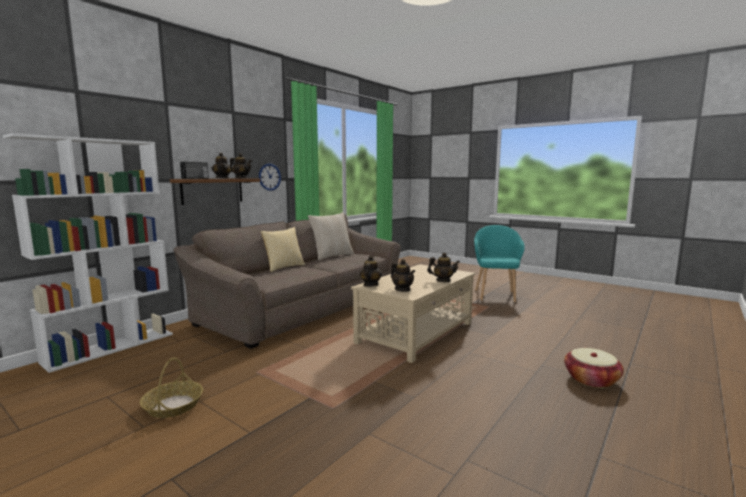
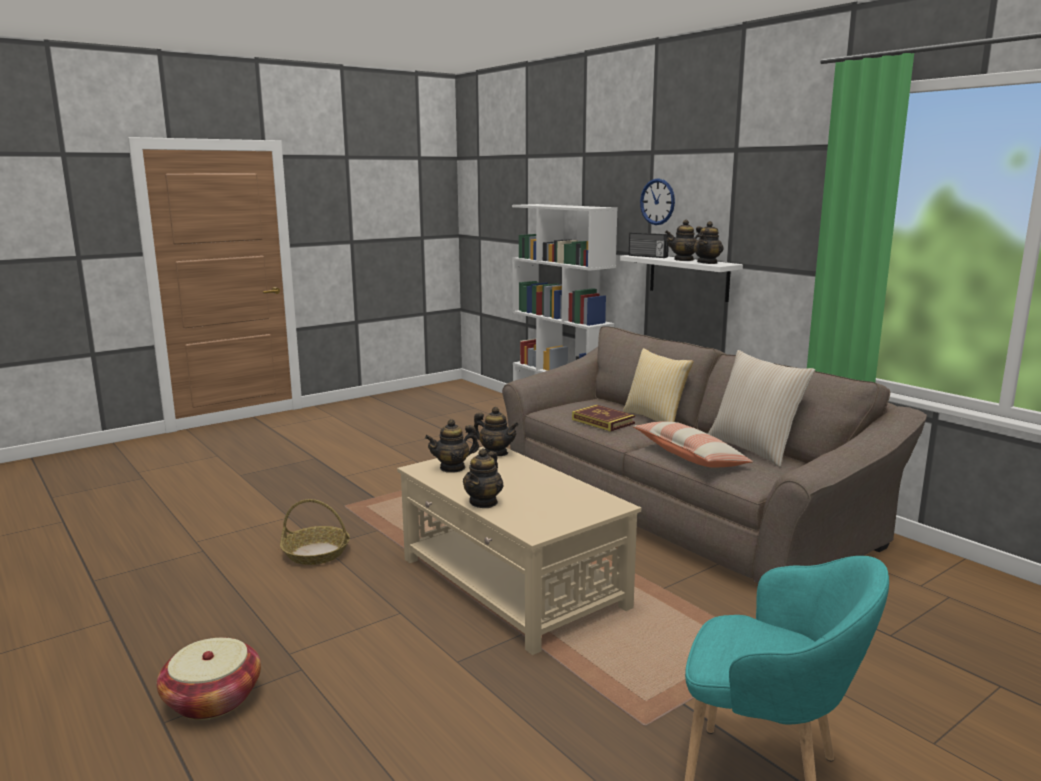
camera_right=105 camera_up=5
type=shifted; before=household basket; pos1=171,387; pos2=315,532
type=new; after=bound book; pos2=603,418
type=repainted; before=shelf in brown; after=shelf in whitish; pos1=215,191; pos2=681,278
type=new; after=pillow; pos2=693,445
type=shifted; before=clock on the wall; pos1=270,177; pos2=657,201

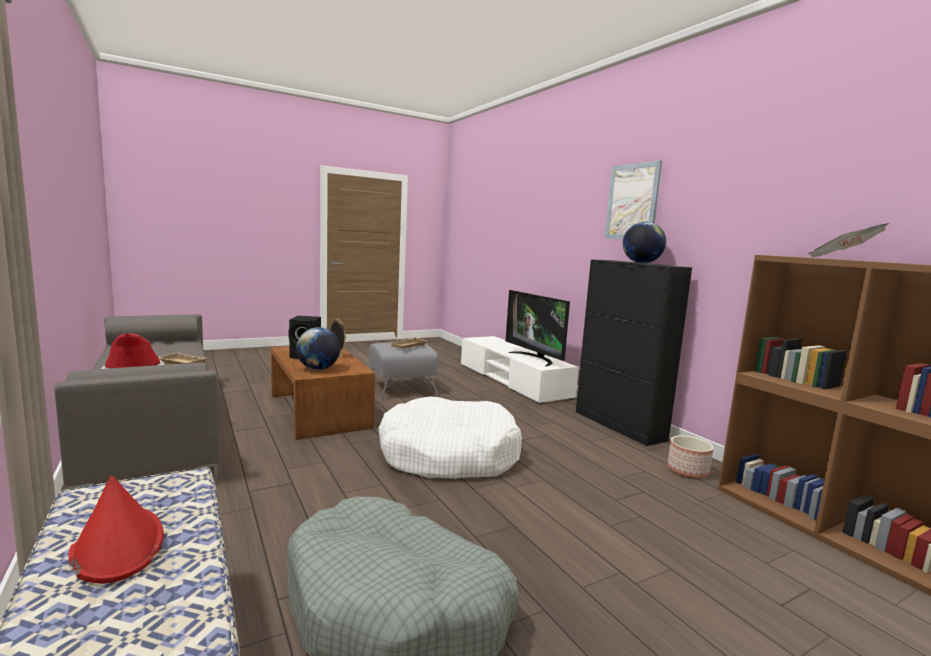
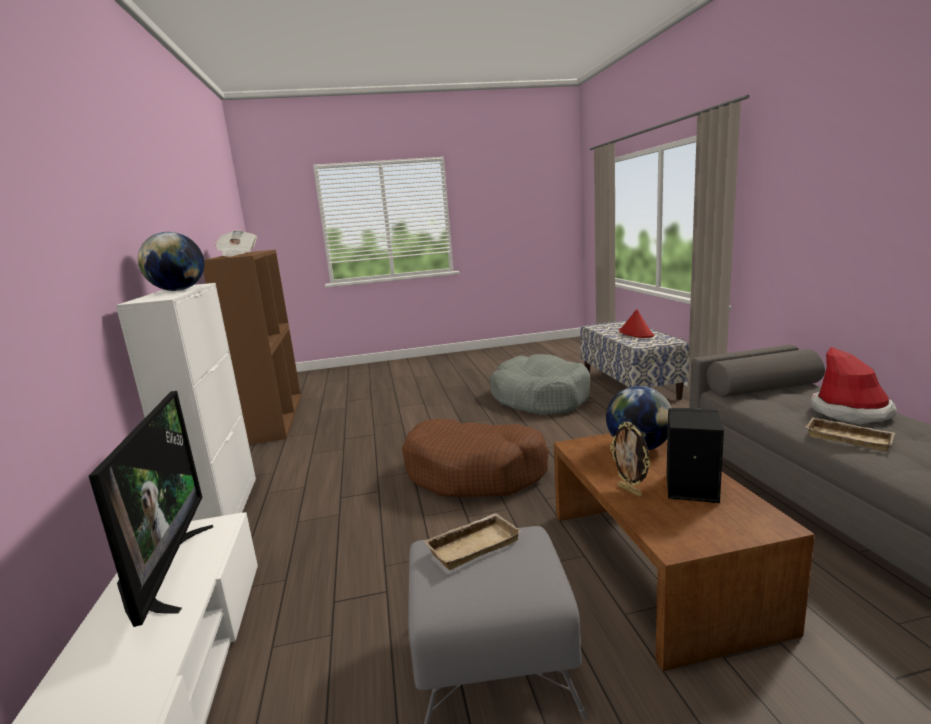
camera_right=-160 camera_up=5
type=repainted; before=cabinet in black-coloured; after=cabinet in whitish; pos1=634,352; pos2=186,402
type=repainted; before=dog cushion in whitish; after=dog cushion in brown; pos1=450,437; pos2=475,458
type=gone; before=wall art; pos1=633,199
type=gone; before=flower pot; pos1=690,457

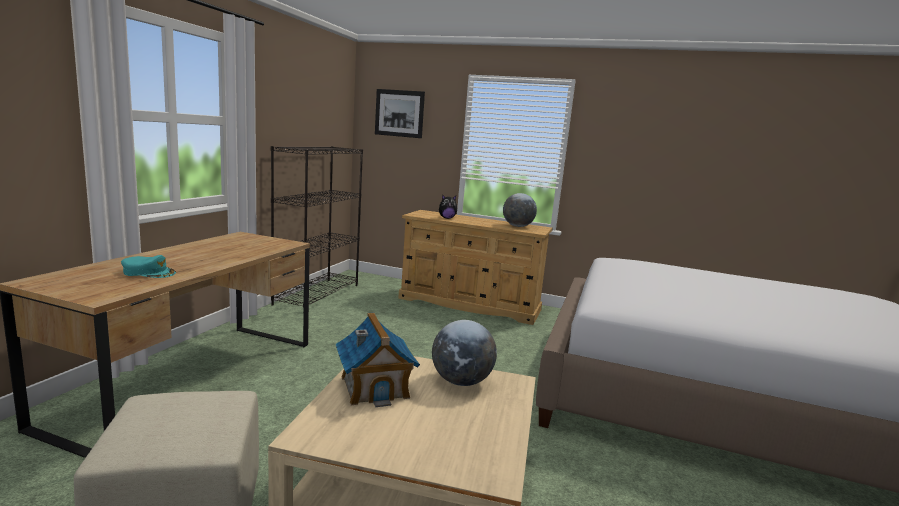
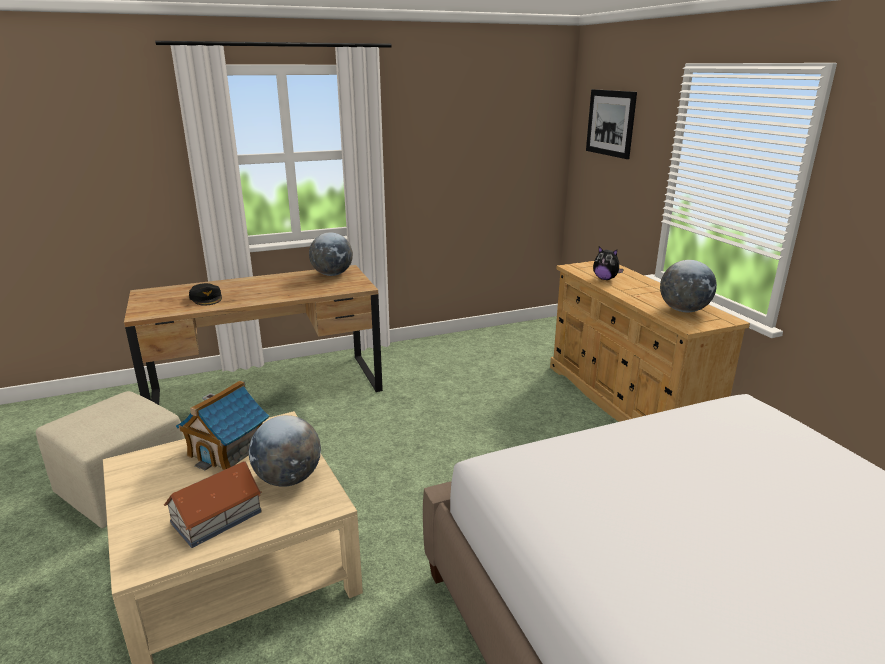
camera_right=50 camera_up=10
type=new; after=miniature house; pos2=213,504
type=repainted; before=baseball cap in blue-green; after=baseball cap in black-coloured; pos1=148,266; pos2=205,294
type=new; after=globe; pos2=331,254
type=gone; before=bookcase in black-coloured; pos1=317,229

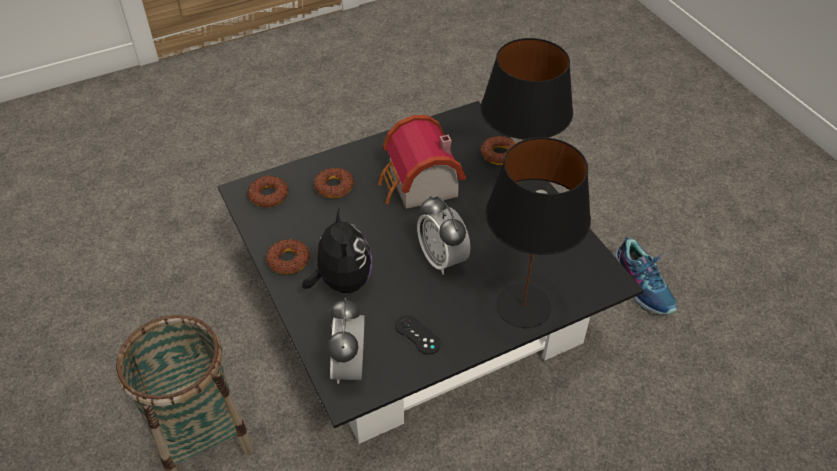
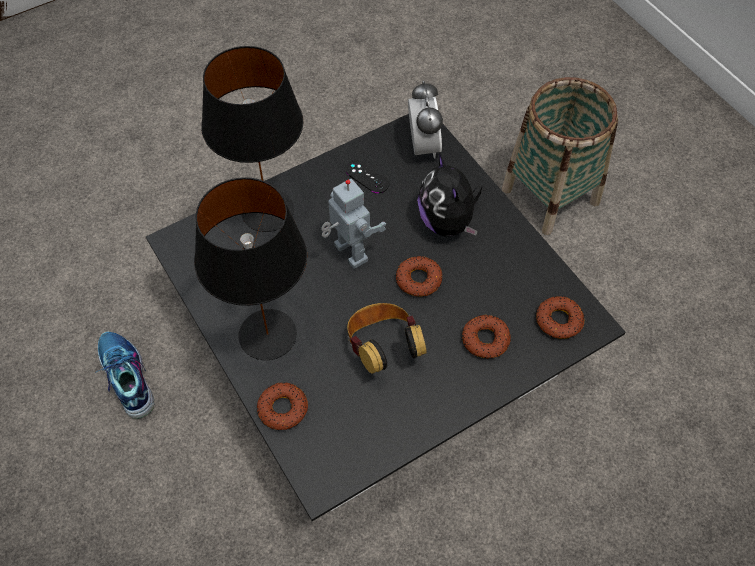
camera_right=175 camera_up=10
type=swapped; before=alarm clock; after=robot figure; pos1=443,235; pos2=353,224
type=swapped; before=miniature house; after=headphones; pos1=422,162; pos2=387,338
type=shifted; before=doughnut; pos1=288,256; pos2=419,276

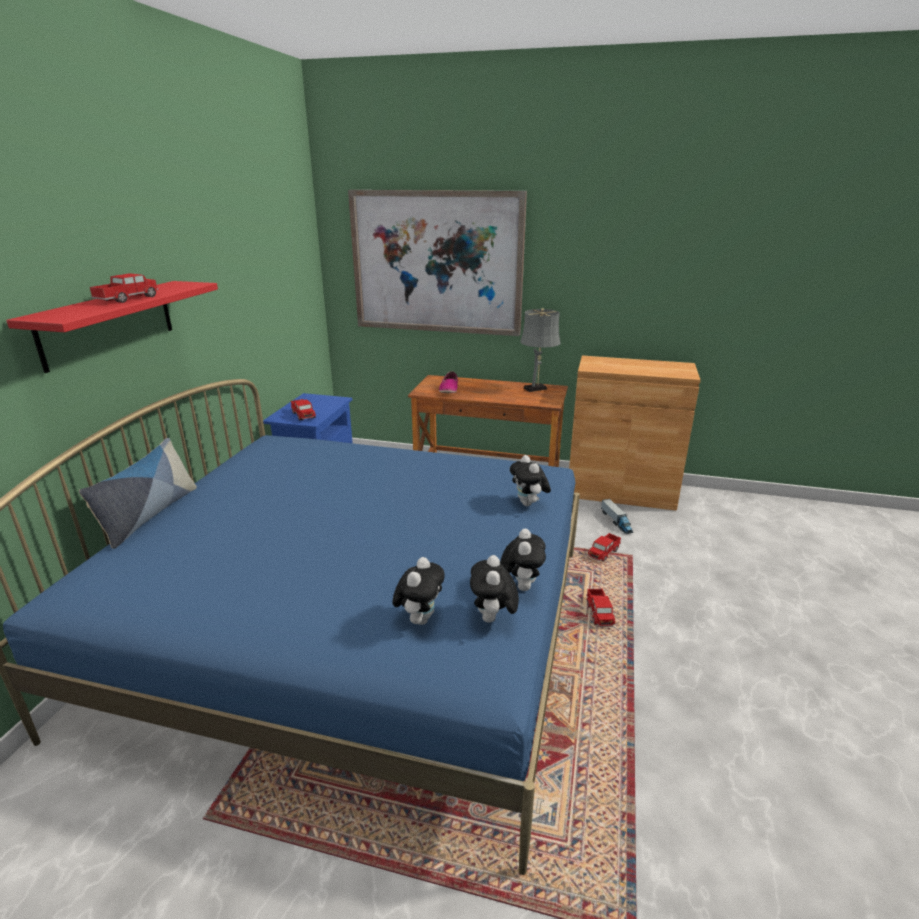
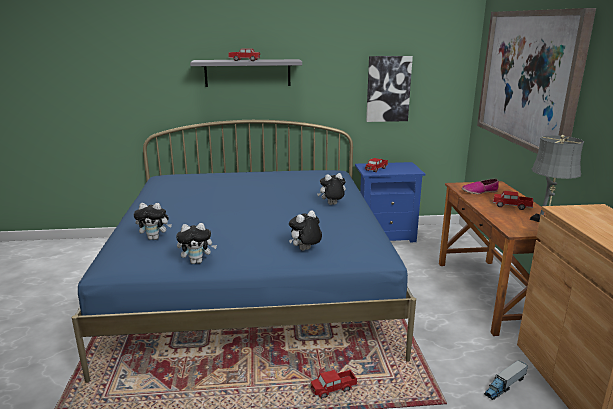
camera_right=70 camera_up=-5
type=repainted; before=shelf in red-coloured; after=shelf in gray; pos1=112,327; pos2=246,73
type=shifted; before=cuddly toy; pos1=494,589; pos2=331,189
type=new; after=wall art; pos2=389,89
type=shifted; before=model truck; pos1=604,547; pos2=513,200
type=gone; before=pillow; pos1=138,493

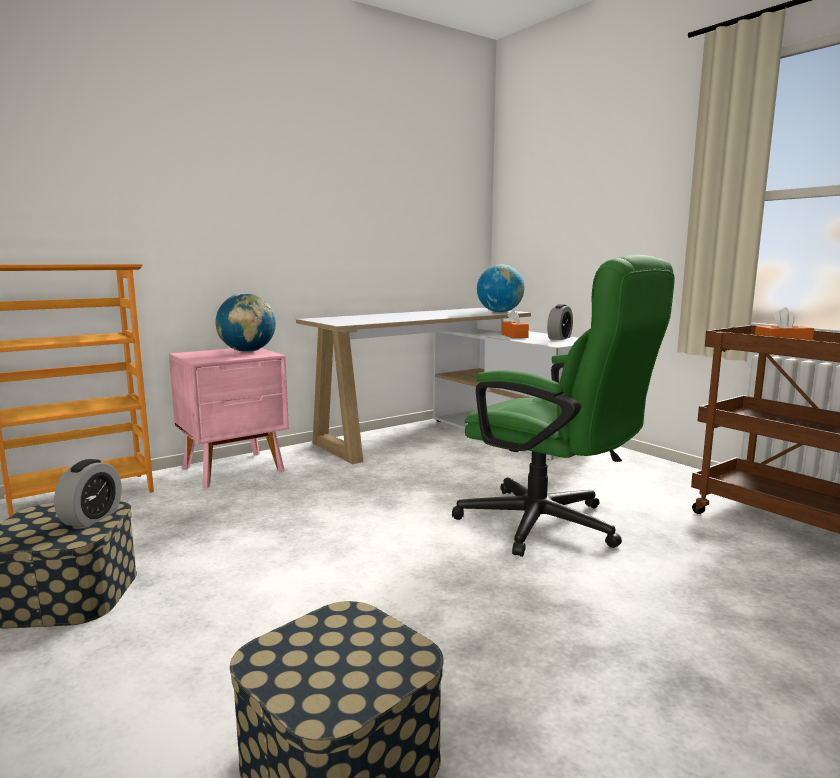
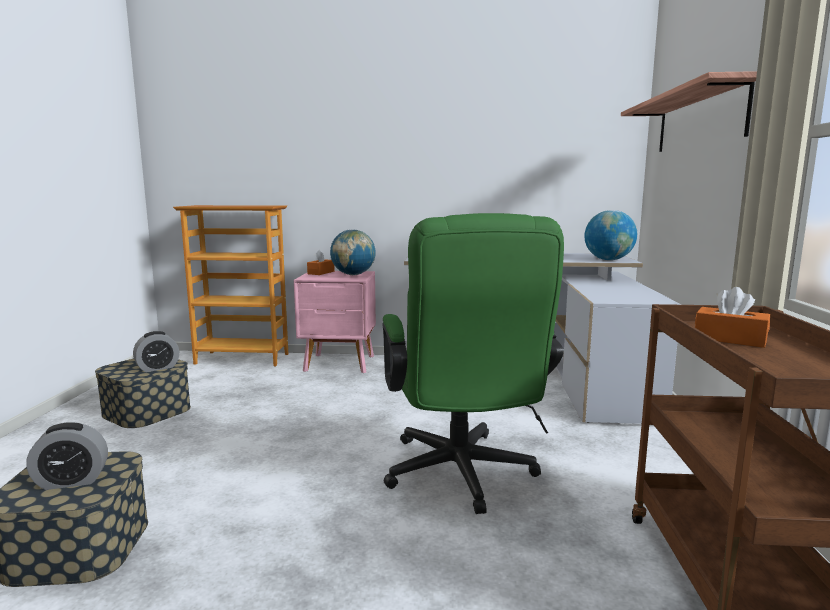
camera_right=40 camera_up=0
type=shifted; before=alarm clock; pos1=560,322; pos2=67,456
type=shifted; before=box of tissues in orange-coloured; pos1=515,324; pos2=321,262
type=new; after=shelf; pos2=689,111

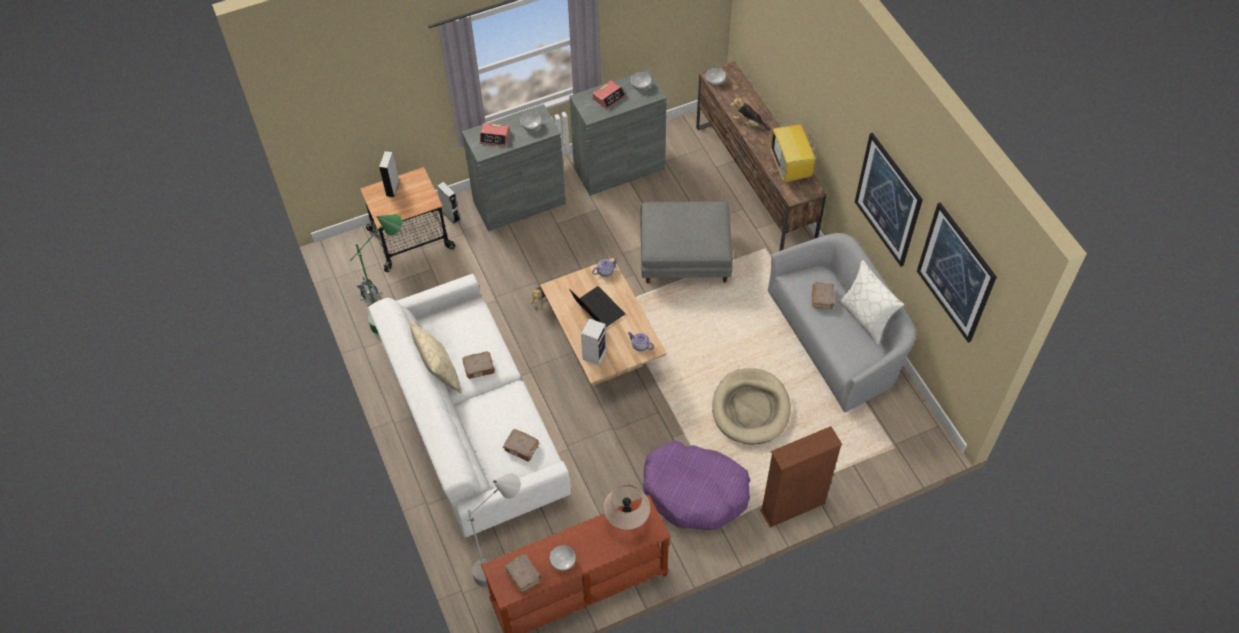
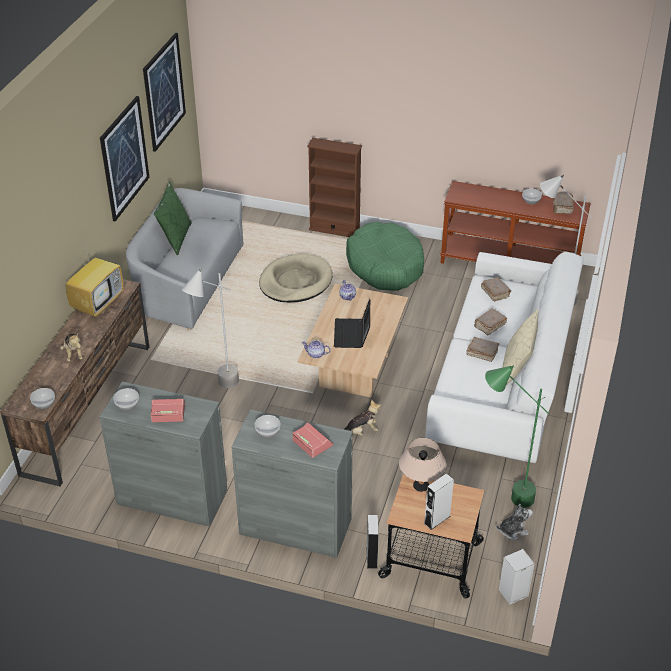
camera_right=-140 camera_up=-15
type=repainted; before=pillow in whitish; after=pillow in green; pos1=871,303; pos2=173,218
type=swapped; before=pouffe in gray; after=standard lamp in gray; pos1=686,242; pos2=210,328
type=repainted; before=dog cushion in purple; after=dog cushion in green; pos1=696,486; pos2=385,256
type=shifted; before=lamp for a table in sand-coloured; pos1=627,507; pos2=423,465
type=shifted; before=bound book in brown; pos1=823,296; pos2=490,321
type=rotated; before=cuddly toy; pos1=369,292; pos2=514,522; turn=60
type=shifted; before=loudspeaker; pos1=594,341; pos2=516,577

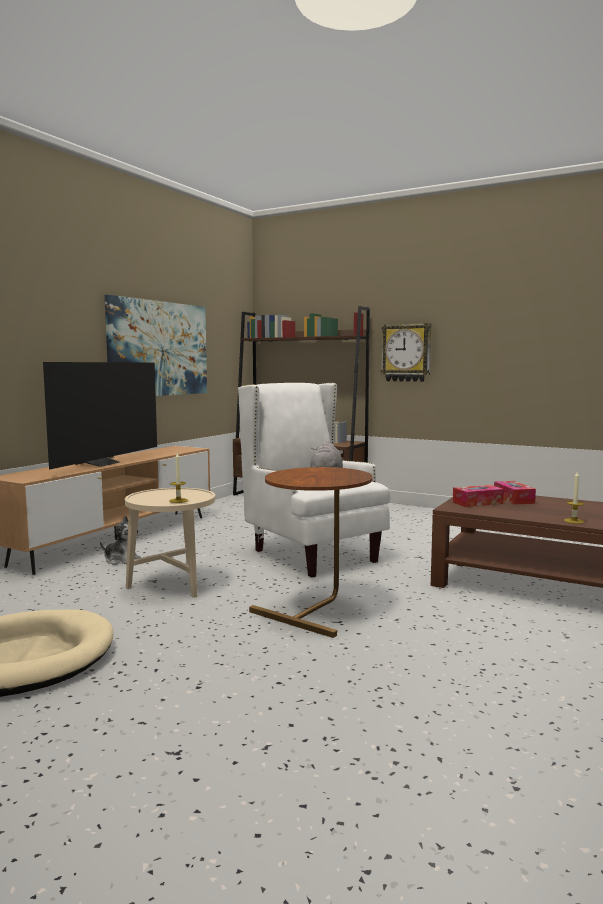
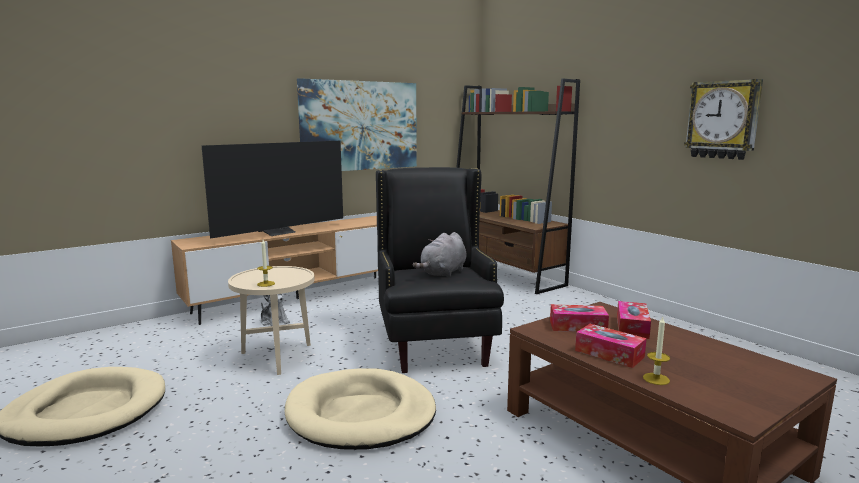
camera_right=25 camera_up=5
type=swapped; before=accent table in brown; after=dog cushion in sand-coloured; pos1=311,552; pos2=360,409
type=repainted; before=armchair in whitish; after=armchair in black-coloured; pos1=314,480; pos2=440,270
type=new; after=box of tissues; pos2=611,346
type=shifted; before=clock on the wall; pos1=406,352; pos2=723,119

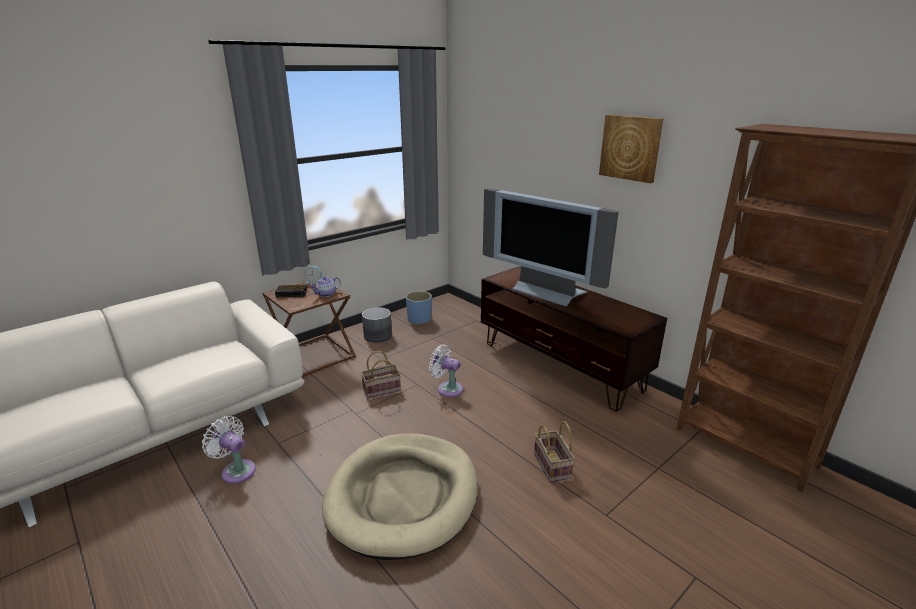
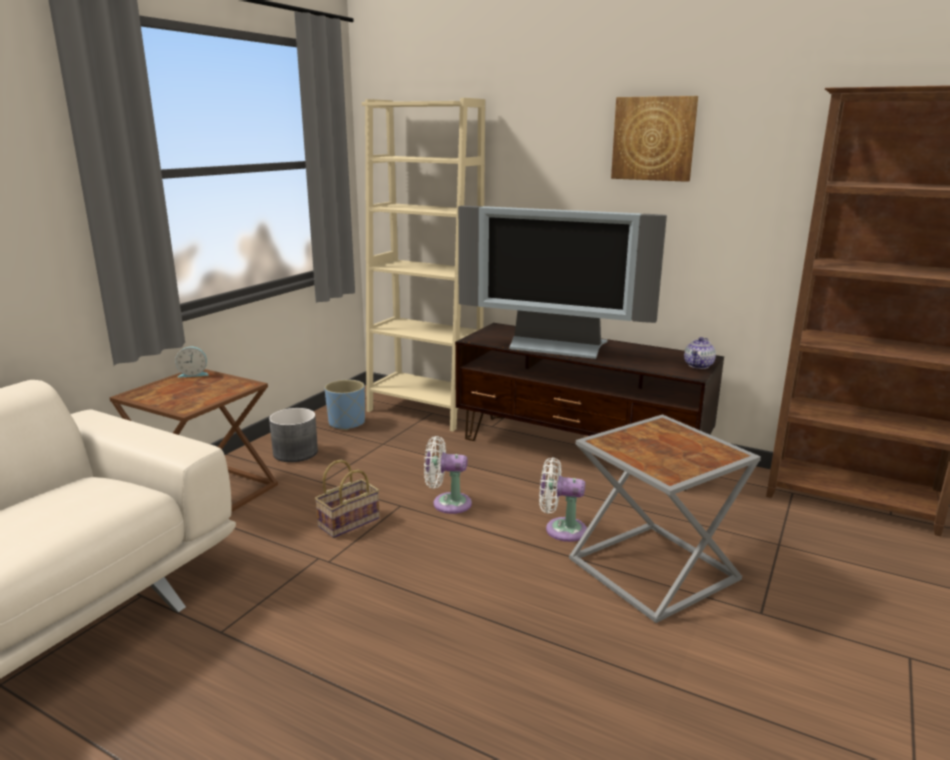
camera_right=-20 camera_up=-5
type=new; after=bookcase in sand-coloured; pos2=423,264
type=shifted; before=electric fan in whitish; pos1=229,450; pos2=563,499
type=swapped; before=household basket; after=accent table in gray; pos1=554,451; pos2=665,518
type=shifted; before=teapot; pos1=325,286; pos2=700,353
type=gone; before=alarm clock; pos1=291,291
type=gone; before=dog cushion in sand-coloured; pos1=400,496

